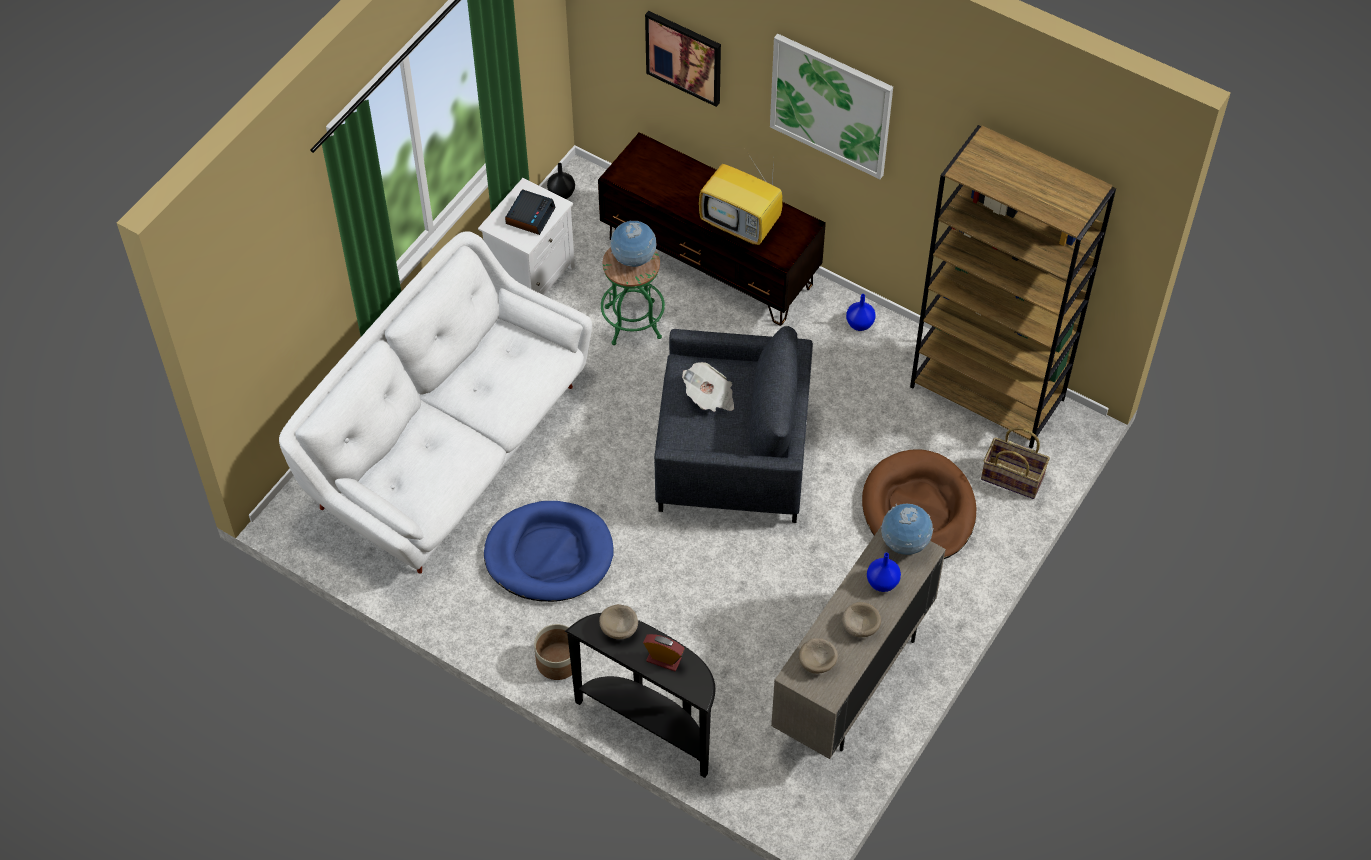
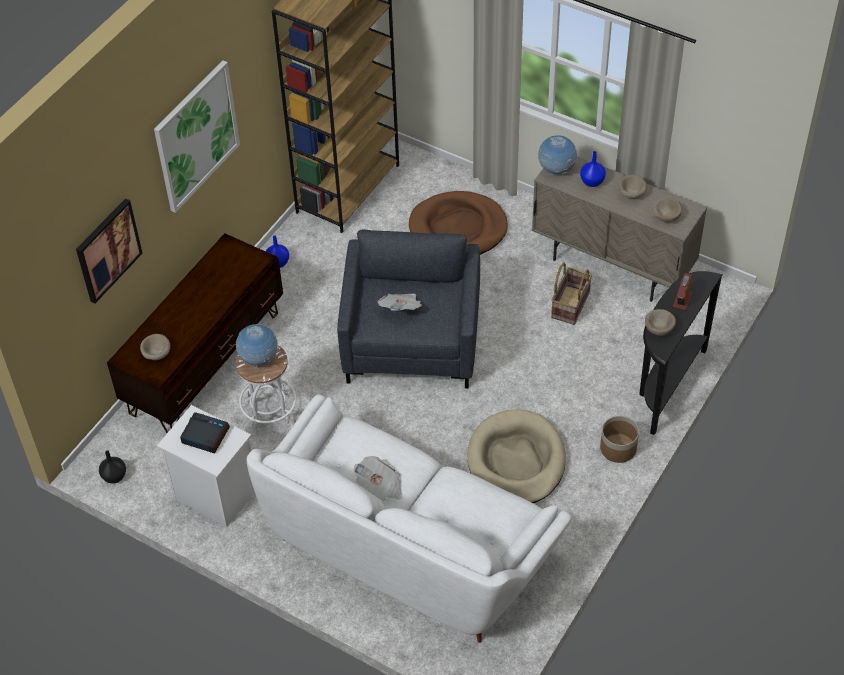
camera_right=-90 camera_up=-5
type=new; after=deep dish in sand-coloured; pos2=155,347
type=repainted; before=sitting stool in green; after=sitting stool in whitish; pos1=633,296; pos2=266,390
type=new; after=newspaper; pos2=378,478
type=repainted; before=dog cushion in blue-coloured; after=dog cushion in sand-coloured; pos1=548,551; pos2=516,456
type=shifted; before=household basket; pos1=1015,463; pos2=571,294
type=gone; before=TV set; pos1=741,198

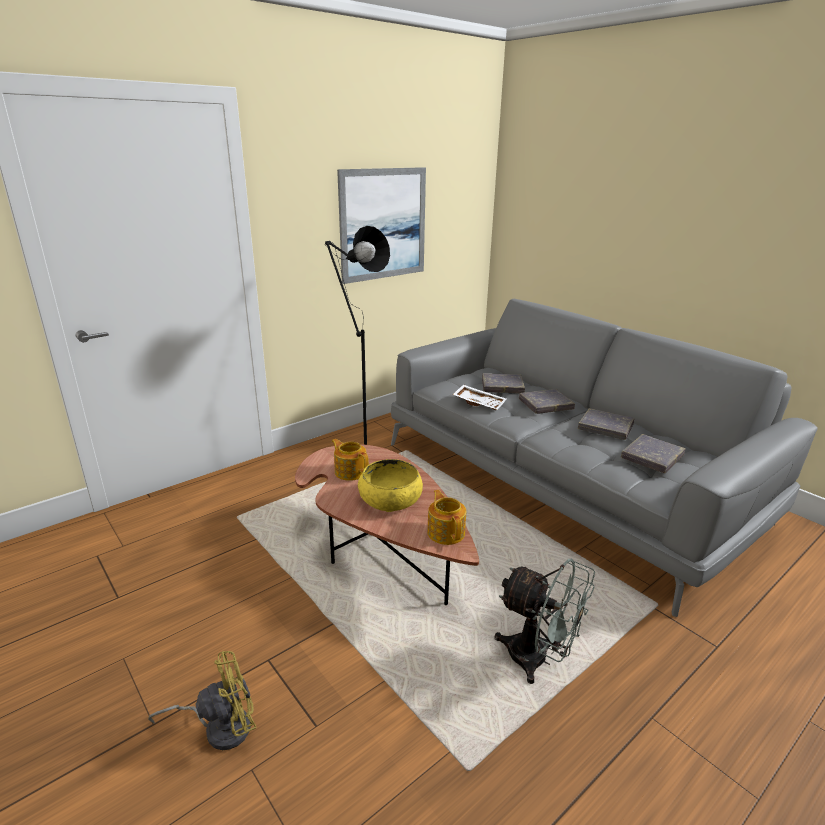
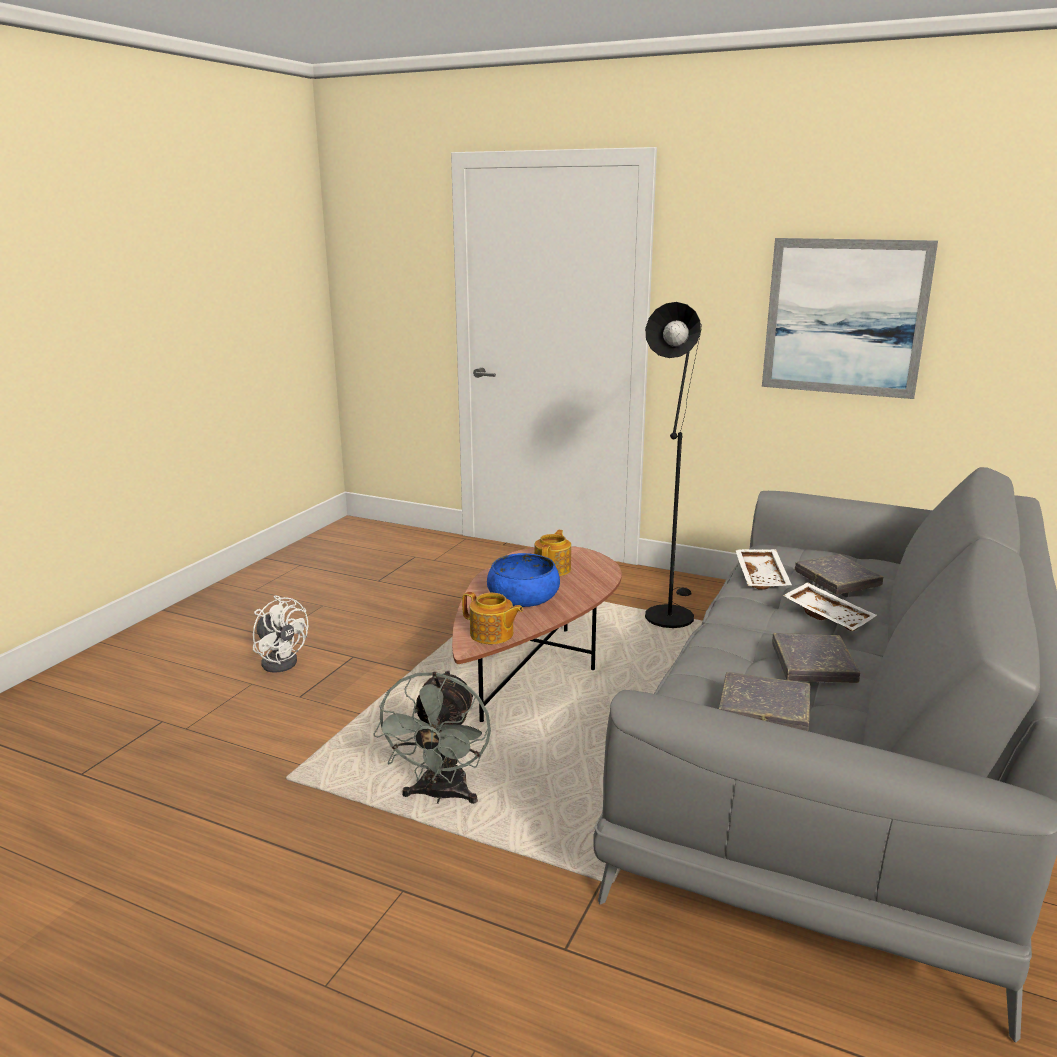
camera_right=65 camera_up=-5
type=repainted; before=electric fan in yellow-coloured; after=electric fan in whitish; pos1=202,700; pos2=280,634
type=rotated; before=teapot; pos1=446,517; pos2=492,618; turn=75
type=repainted; before=deep dish in yellow-coloured; after=deep dish in blue-coloured; pos1=390,485; pos2=523,580
type=swapped; before=bound book in gray; after=tray in whitish; pos1=547,401; pos2=830,606

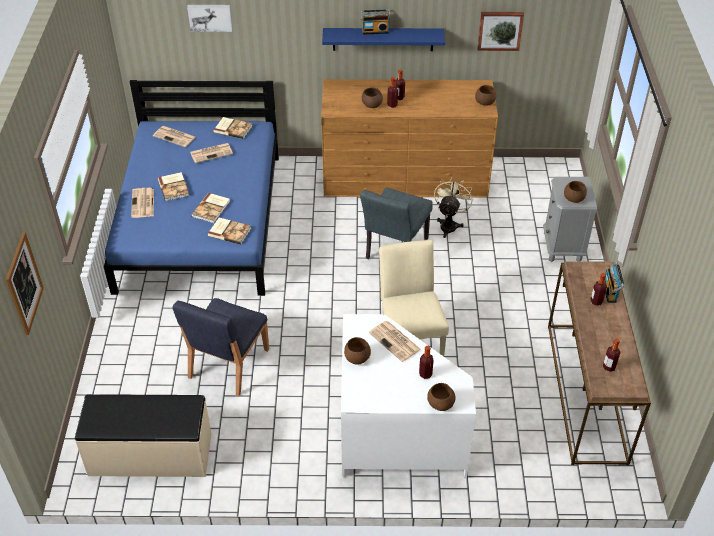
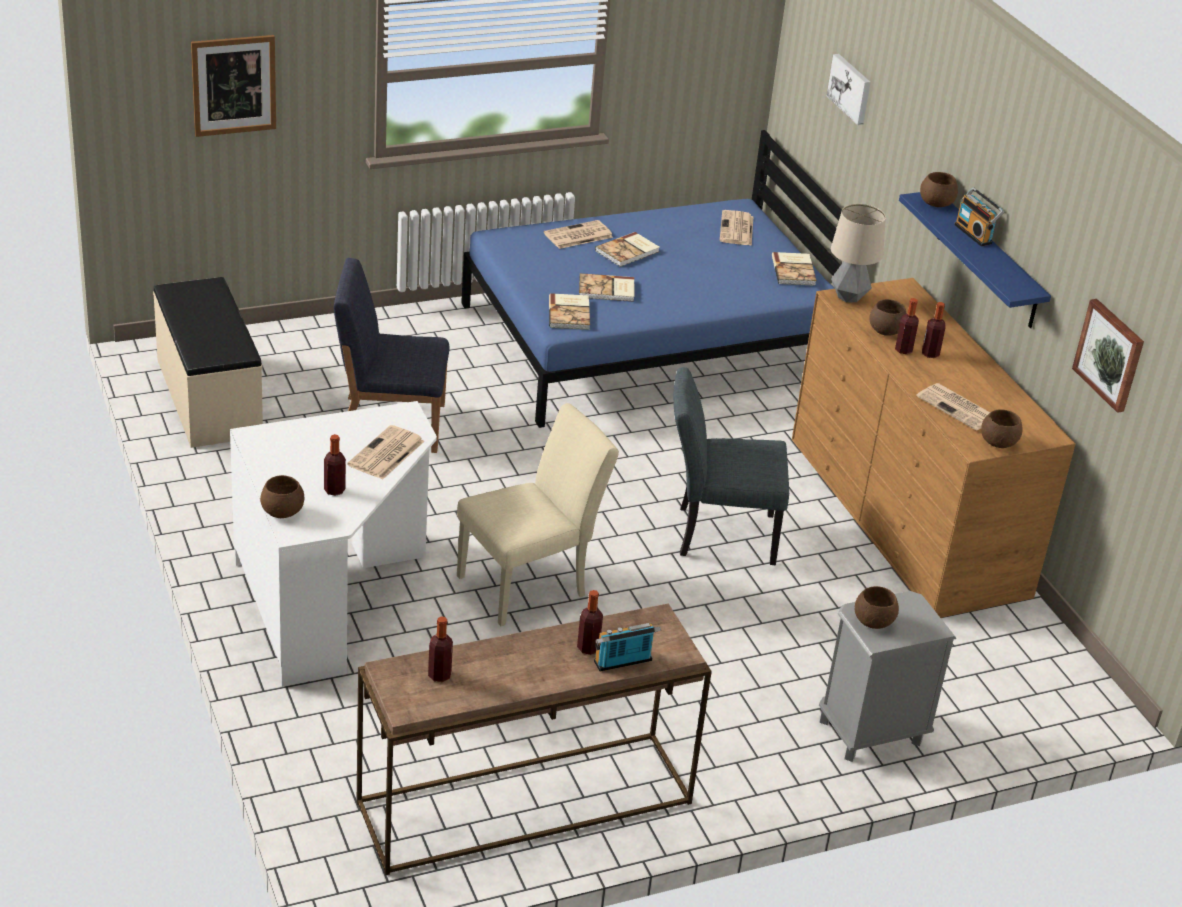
camera_right=65 camera_up=-10
type=new; after=lamp for a table; pos2=858,253
type=shifted; before=newspaper; pos1=211,153; pos2=953,407
type=shifted; before=deep dish in brown; pos1=357,351; pos2=939,189
type=gone; before=electric fan in sand-coloured; pos1=454,207

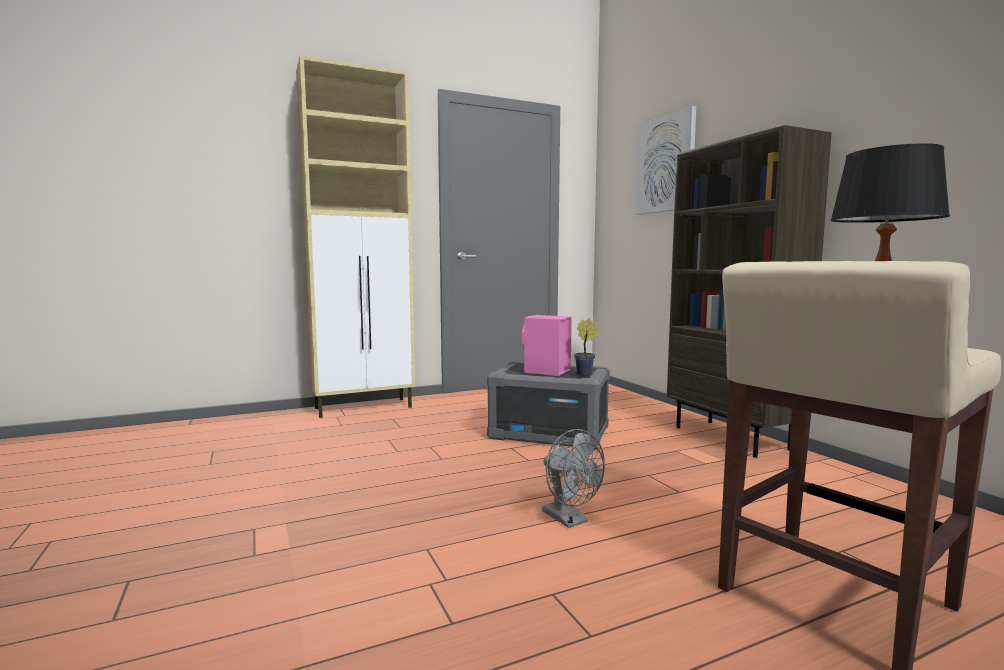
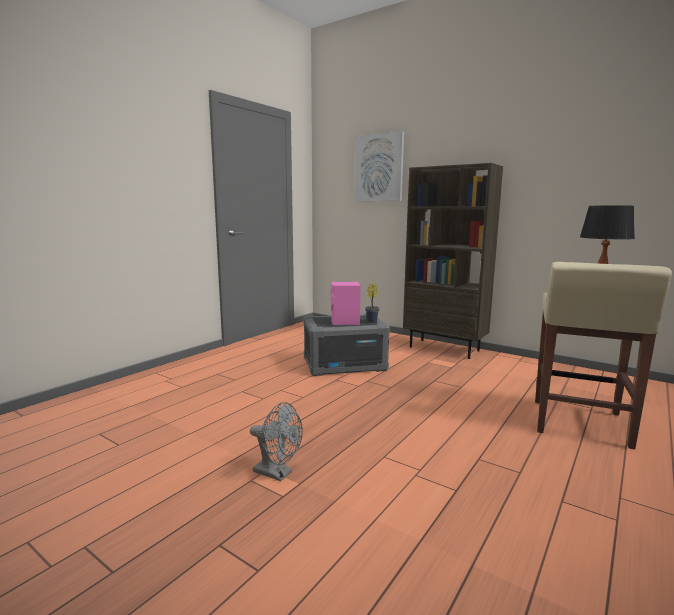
camera_right=-30 camera_up=5
type=shifted; before=electric fan in gray; pos1=573,478; pos2=276,441
type=gone; before=cabinet in sand-coloured; pos1=355,236

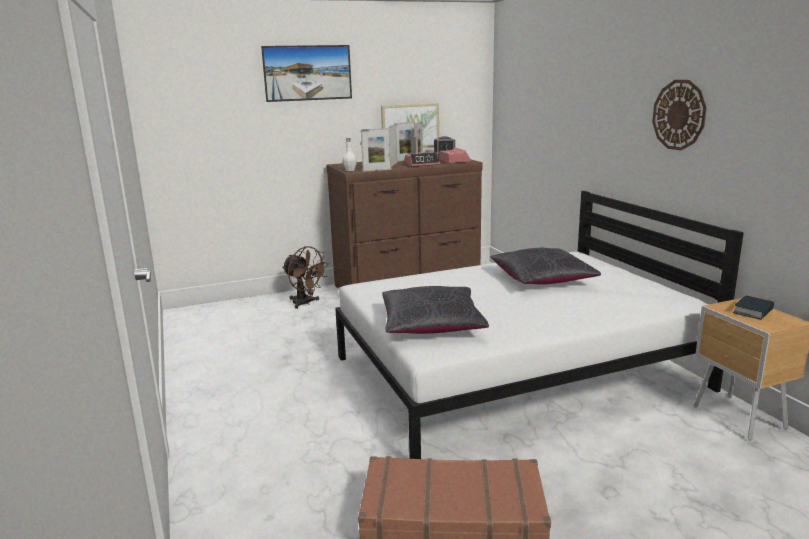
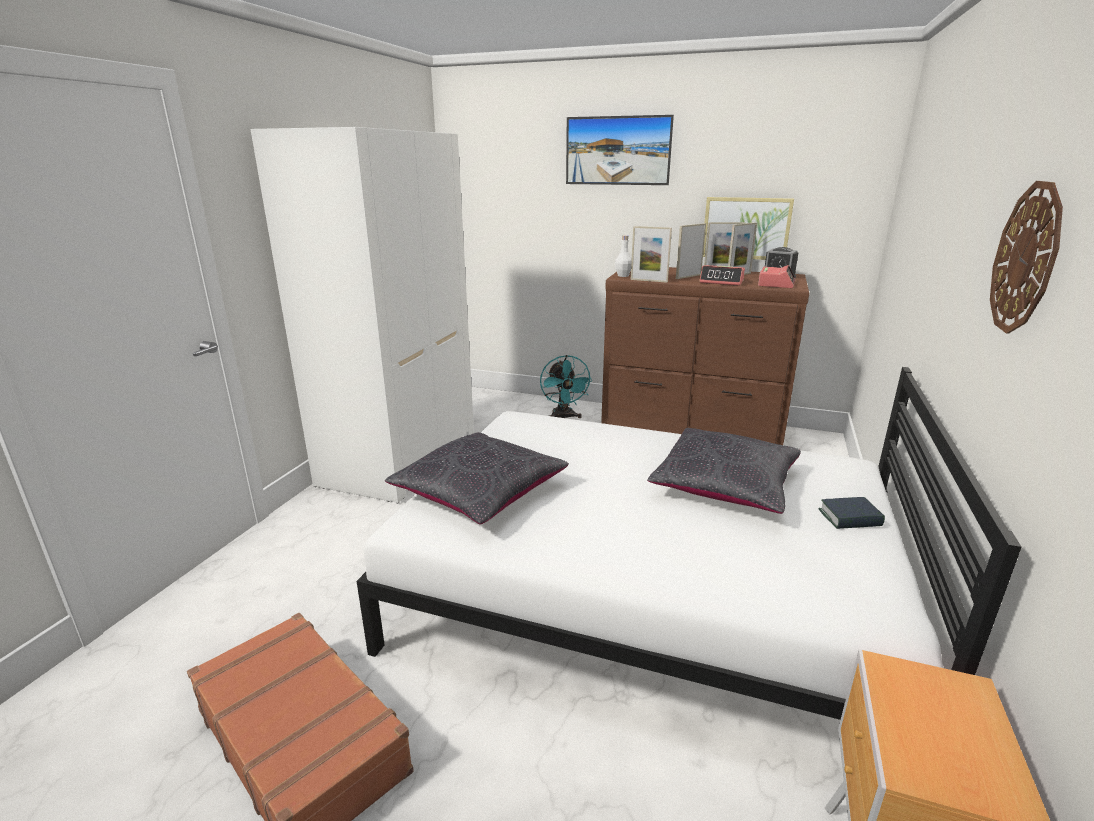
camera_right=40 camera_up=5
type=new; after=armoire in whitish; pos2=362,315
type=repainted; before=electric fan in brown; after=electric fan in blue-green; pos1=306,277; pos2=566,386
type=shifted; before=bound book; pos1=753,308; pos2=851,513

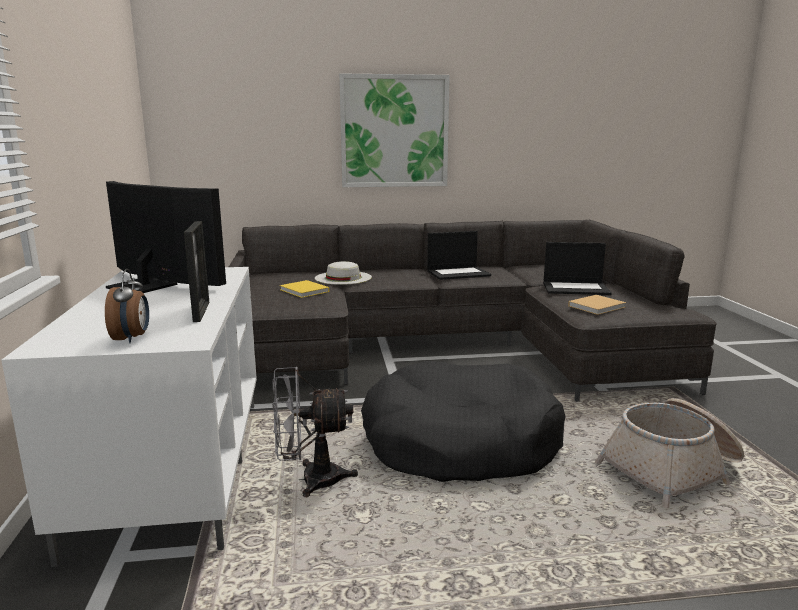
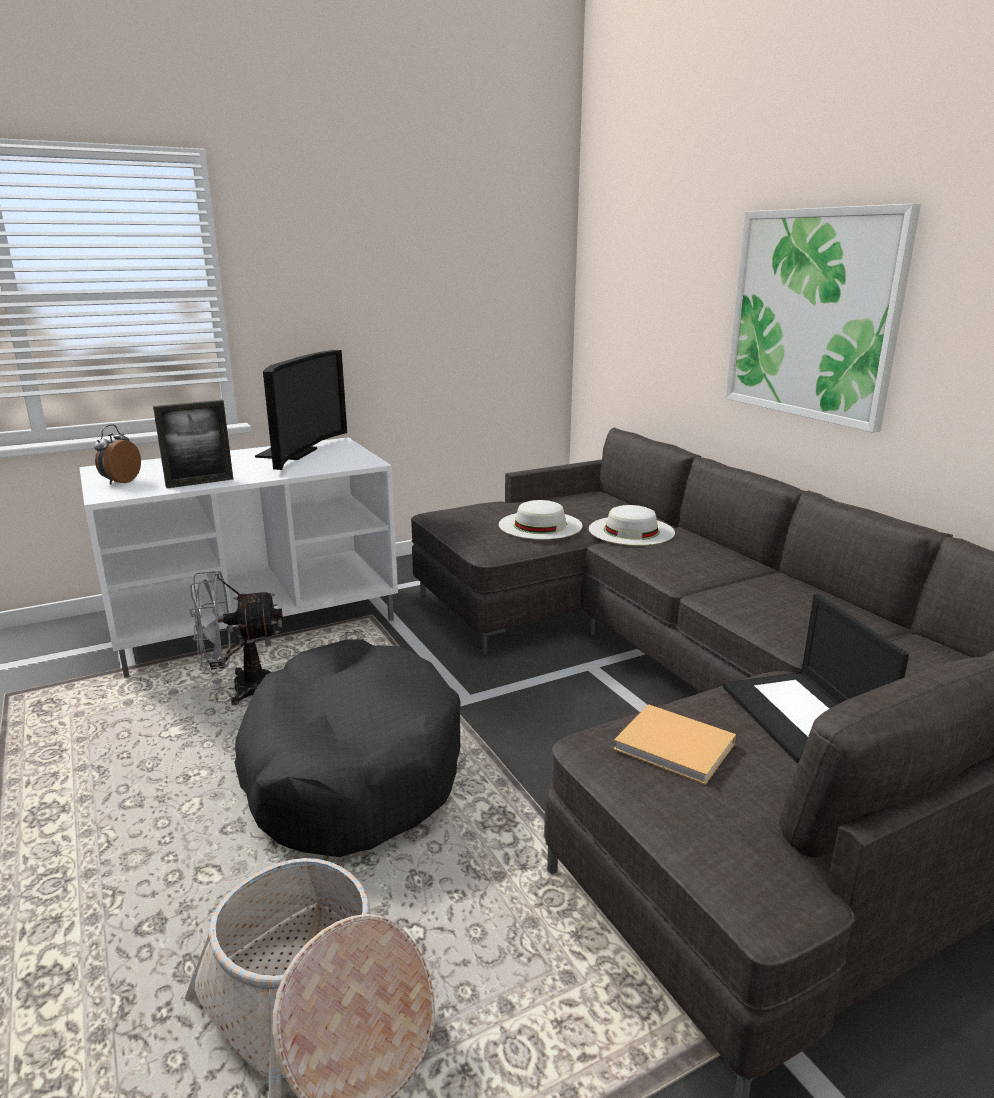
camera_right=70 camera_up=5
type=rotated; before=alarm clock; pos1=127,306; pos2=117,455; turn=135
type=rotated; before=electric fan in gray; pos1=315,432; pos2=236,638; turn=-75
type=swapped; before=bound book in yellow-coloured; after=clothing hat in whitish; pos1=304,289; pos2=540,519
type=gone; before=laptop; pos1=459,255

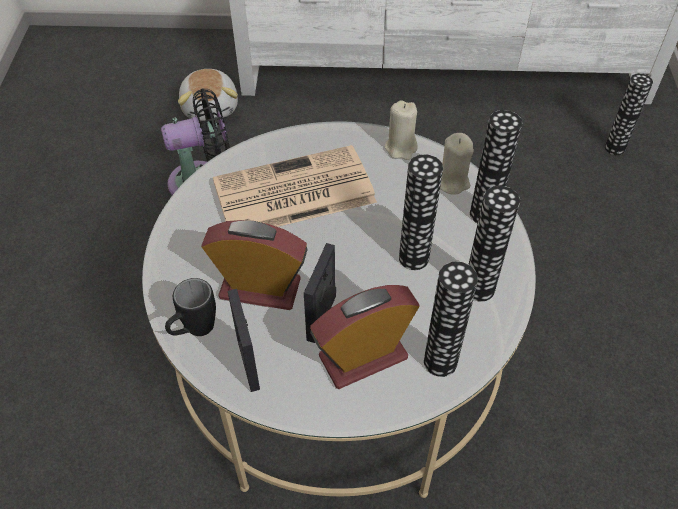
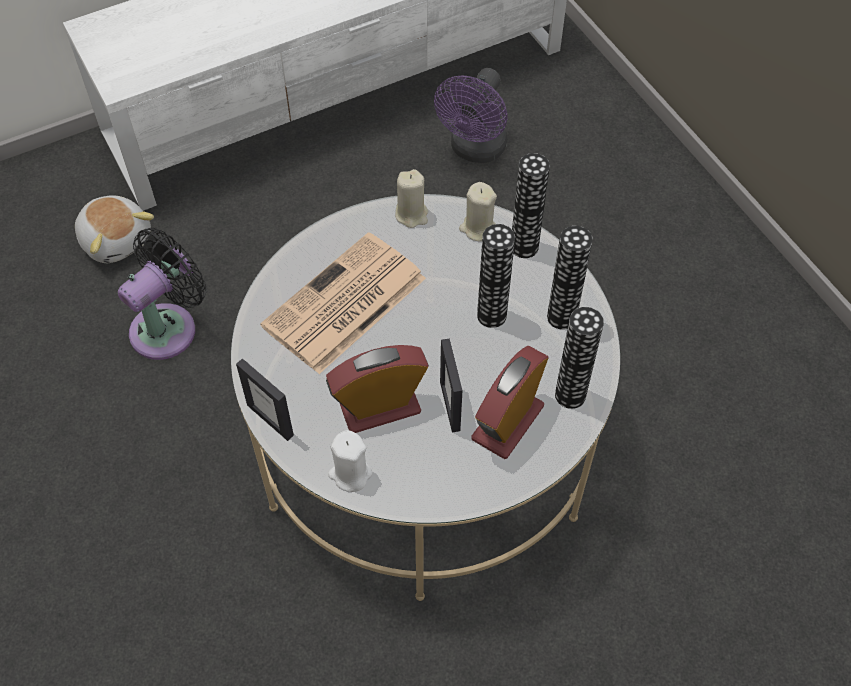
camera_right=-30 camera_up=5
type=shifted; before=photo frame; pos1=244,340; pos2=265,400
type=swapped; before=tea mug in black-coloured; after=candle in whitish; pos1=190,307; pos2=350,461
type=new; after=electric fan in purple; pos2=471,115
type=gone; before=vase; pos1=629,114

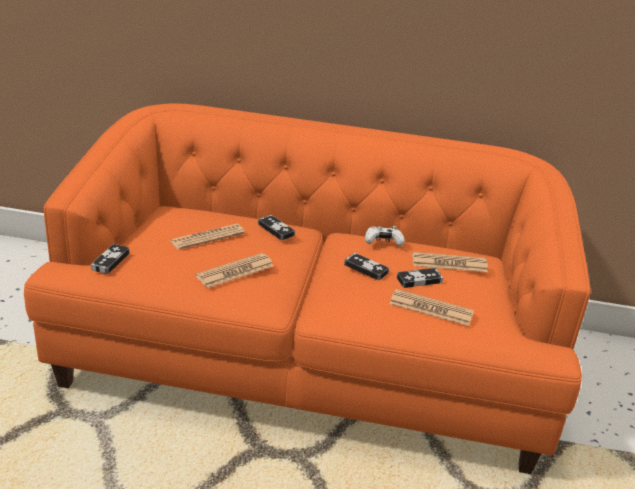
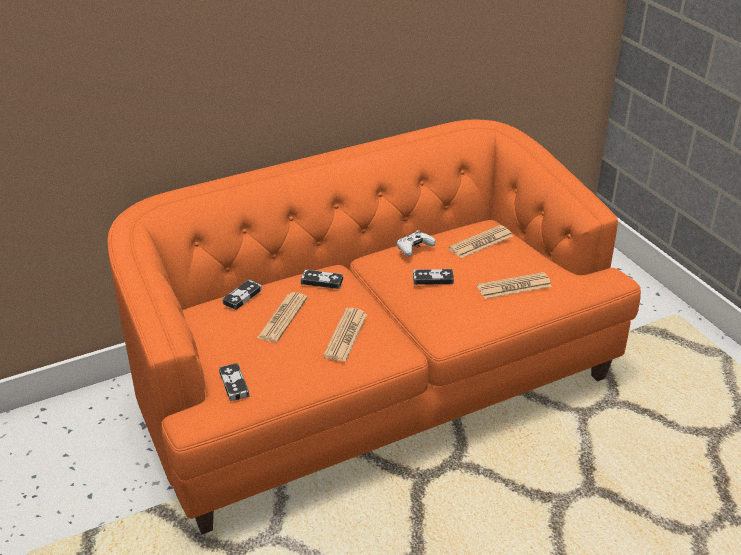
camera_right=-35 camera_up=5
type=shifted; before=gamepad; pos1=420,278; pos2=242,294

